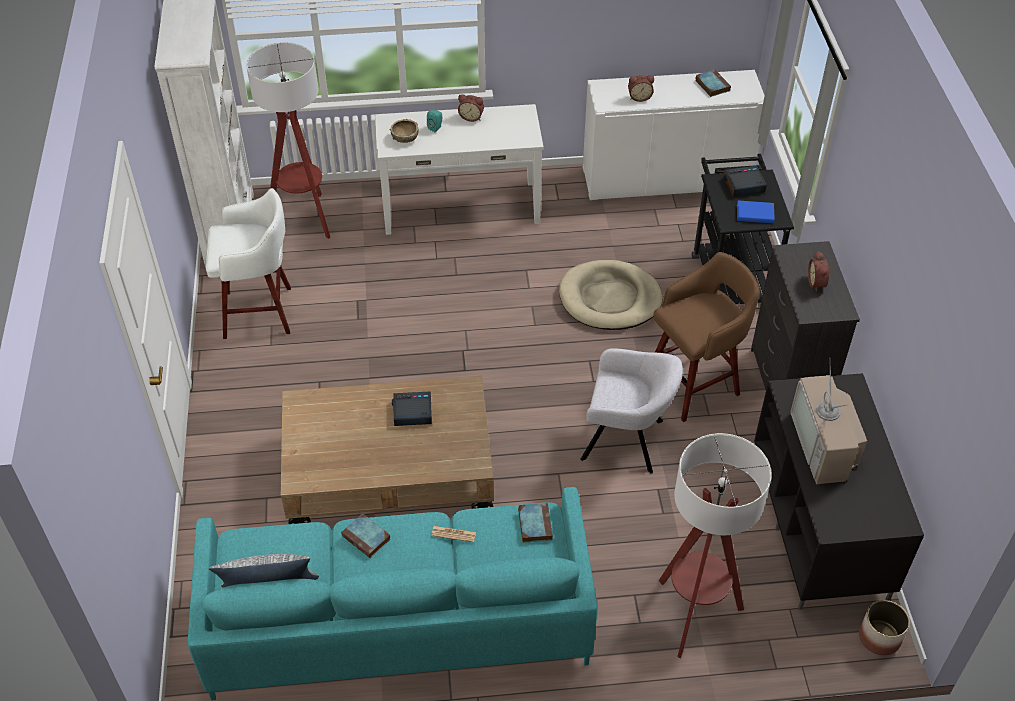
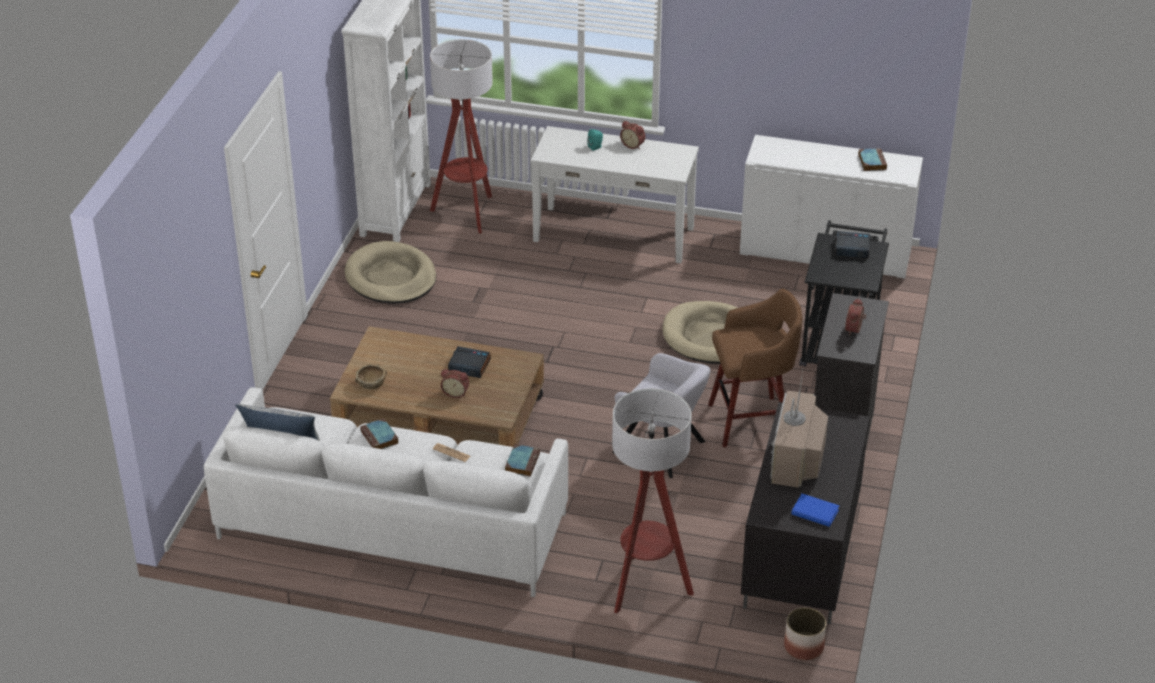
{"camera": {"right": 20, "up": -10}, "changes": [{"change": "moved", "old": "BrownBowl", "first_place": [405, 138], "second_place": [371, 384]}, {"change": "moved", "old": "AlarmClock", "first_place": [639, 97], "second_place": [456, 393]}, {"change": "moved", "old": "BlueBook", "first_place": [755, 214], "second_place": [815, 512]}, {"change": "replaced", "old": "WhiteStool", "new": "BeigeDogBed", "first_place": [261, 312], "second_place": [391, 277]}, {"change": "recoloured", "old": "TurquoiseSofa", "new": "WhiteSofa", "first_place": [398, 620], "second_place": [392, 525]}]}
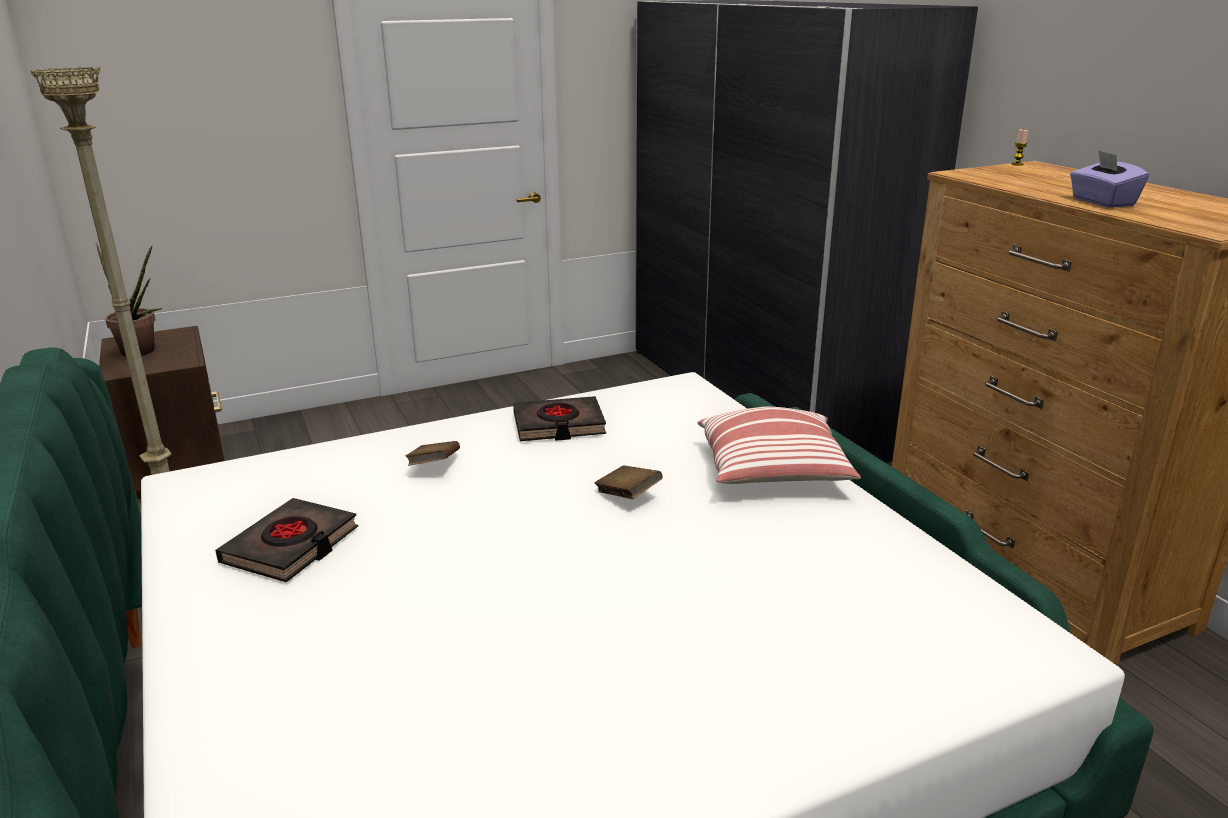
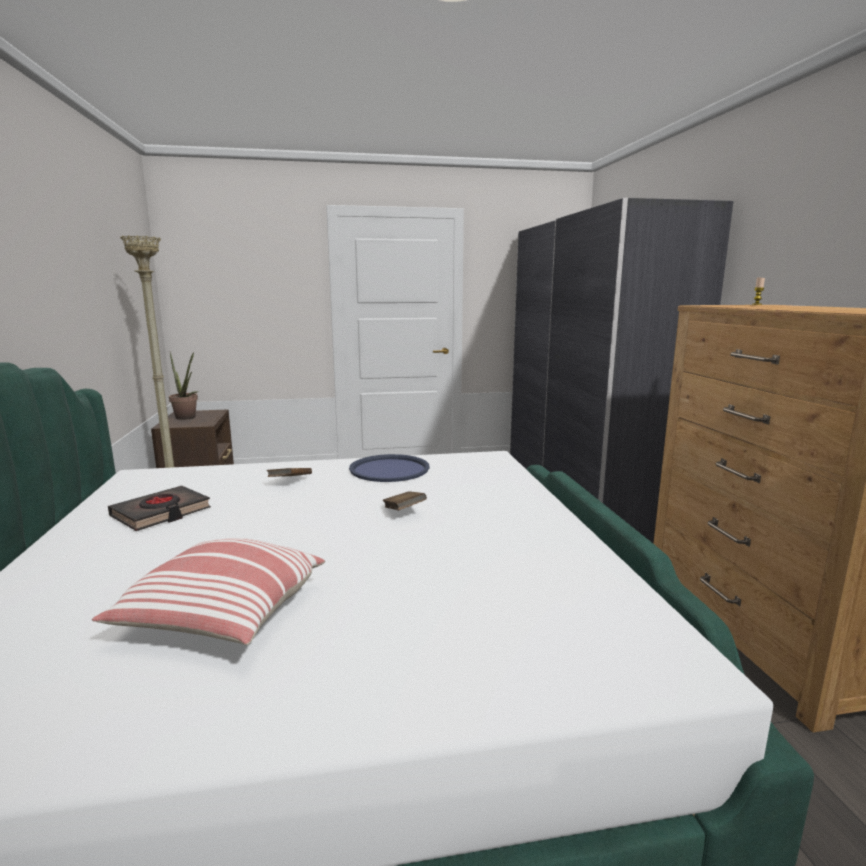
{"camera": {"right": 15, "up": -10}, "changes": [{"change": "removed", "old": "PurpleTissueBox", "first_place": [1102, 202]}, {"change": "moved", "old": "Pillow", "first_place": [774, 472], "second_place": [222, 615]}, {"change": "replaced", "old": "BlackBook", "new": "BlueTray", "first_place": [558, 425], "second_place": [389, 469]}]}
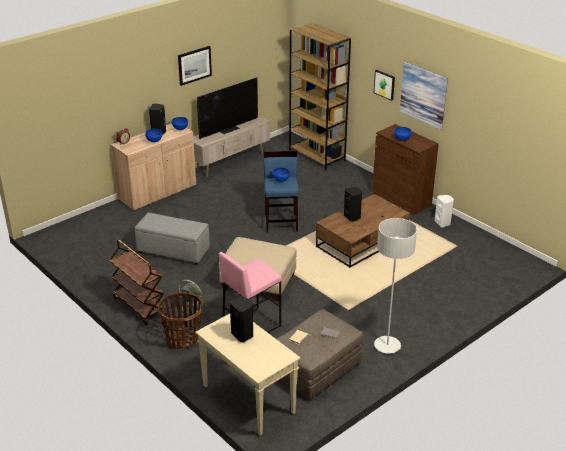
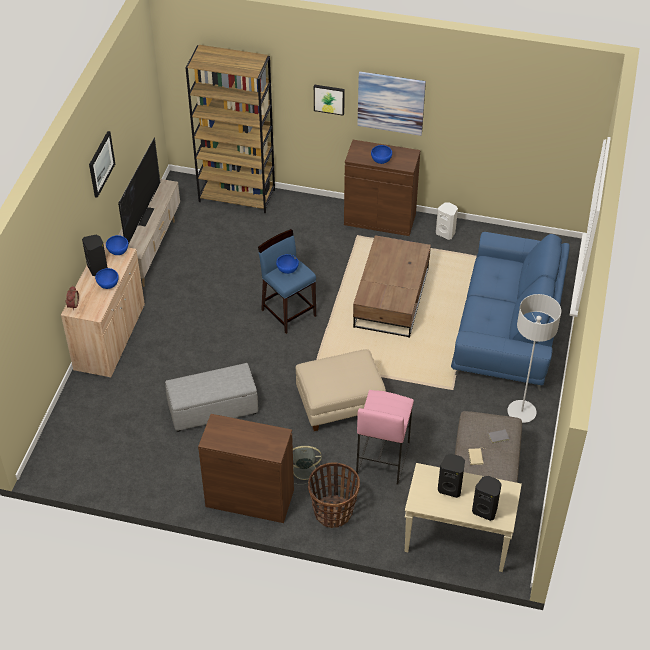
{"camera": {"right": -35, "up": 15}, "changes": [{"change": "added", "new": "BlueSofa", "second_place": [508, 328]}, {"change": "moved", "old": "BlackSpeaker", "first_place": [352, 217], "second_place": [485, 510]}, {"change": "replaced", "old": "BrownCart", "new": "BrownCabinet", "first_place": [139, 306], "second_place": [249, 498]}]}
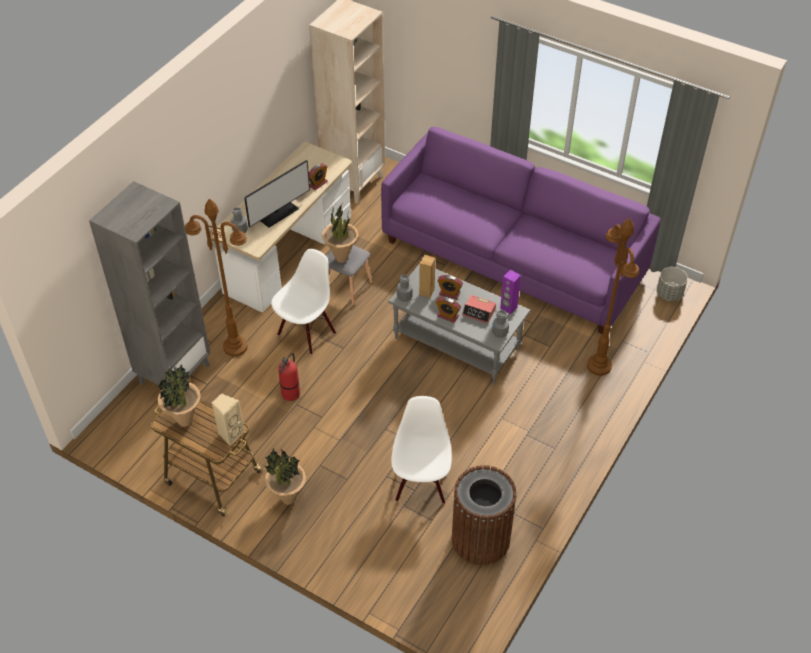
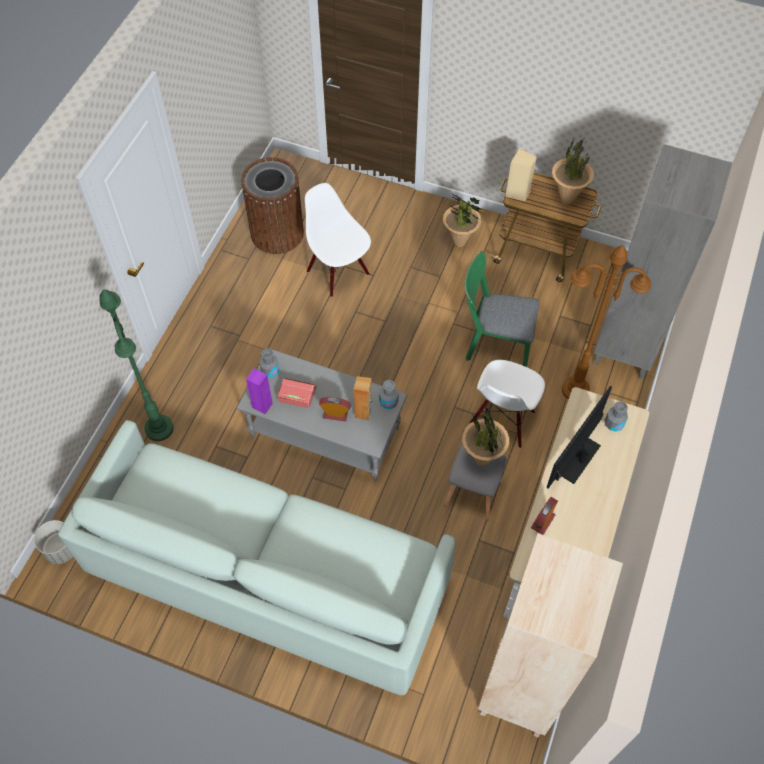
{"camera": {"right": 170, "up": 10}, "changes": [{"change": "removed", "old": "AlarmClock", "first_place": [447, 316]}, {"change": "replaced", "old": "FireExtinguisher", "new": "GreenChair", "first_place": [291, 394], "second_place": [493, 343]}, {"change": "recoloured", "old": "PurpleSofa", "new": "WhiteSofa", "first_place": [513, 258], "second_place": [267, 577]}, {"change": "recoloured", "old": "BrownFloorLamp", "new": "GreenFloorLamp", "first_place": [599, 366], "second_place": [159, 428]}, {"change": "turned", "old": "WhiteChair", "first_place": [421, 484], "second_place": [338, 272], "degrees": 150}]}
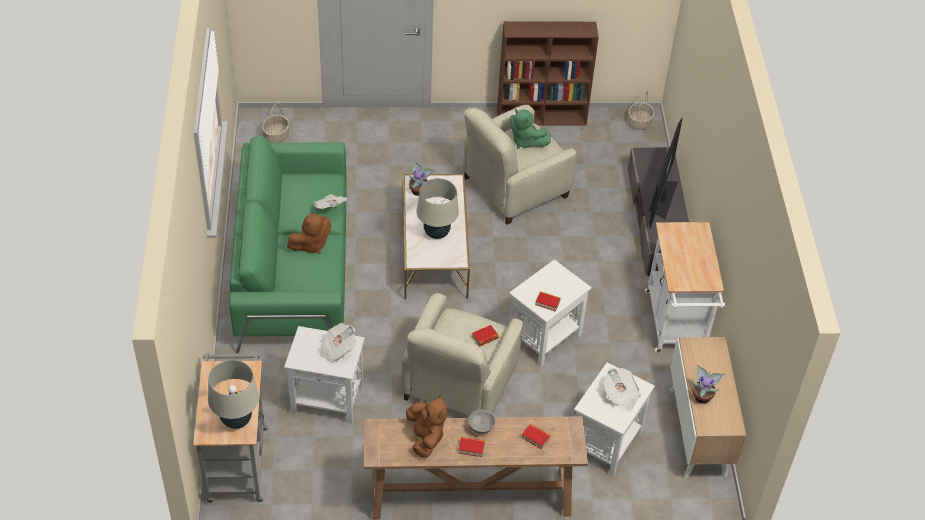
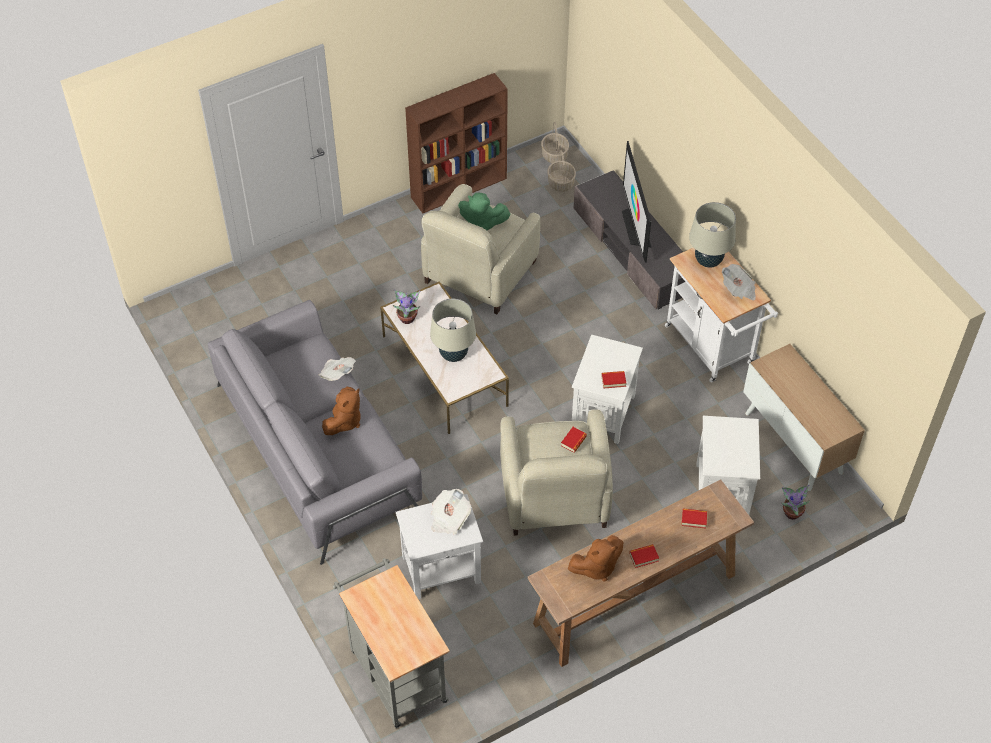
{"camera": {"right": -25, "up": 5}, "changes": [{"change": "removed", "old": "GreyBowl", "first_place": [480, 427]}, {"change": "moved", "old": "BeigeTableLamp", "first_place": [236, 420], "second_place": [708, 261]}, {"change": "moved", "old": "Basket", "first_place": [276, 136], "second_place": [561, 183]}, {"change": "moved", "old": "Newspaper", "first_place": [621, 395], "second_place": [738, 290]}, {"change": "moved", "old": "PottedPlant", "first_place": [702, 396], "second_place": [792, 512]}, {"change": "recoloured", "old": "GreenSofa", "new": "GreySofa", "first_place": [293, 266], "second_place": [317, 448]}, {"change": "turned", "old": "BrownPlushToy", "first_place": [425, 437], "second_place": [596, 567], "degrees": 105}]}
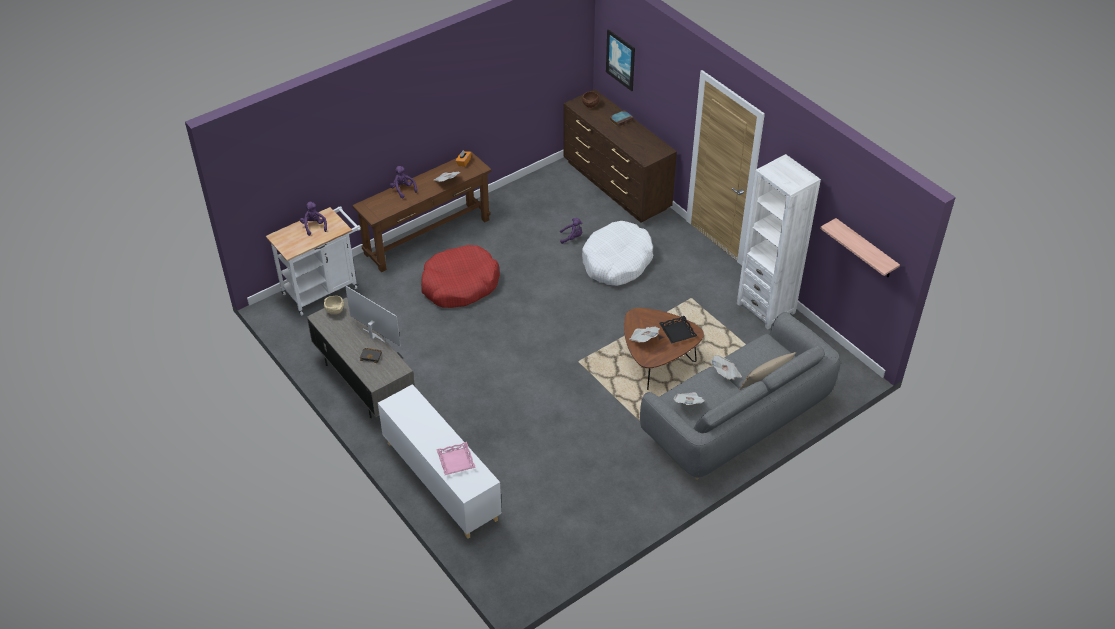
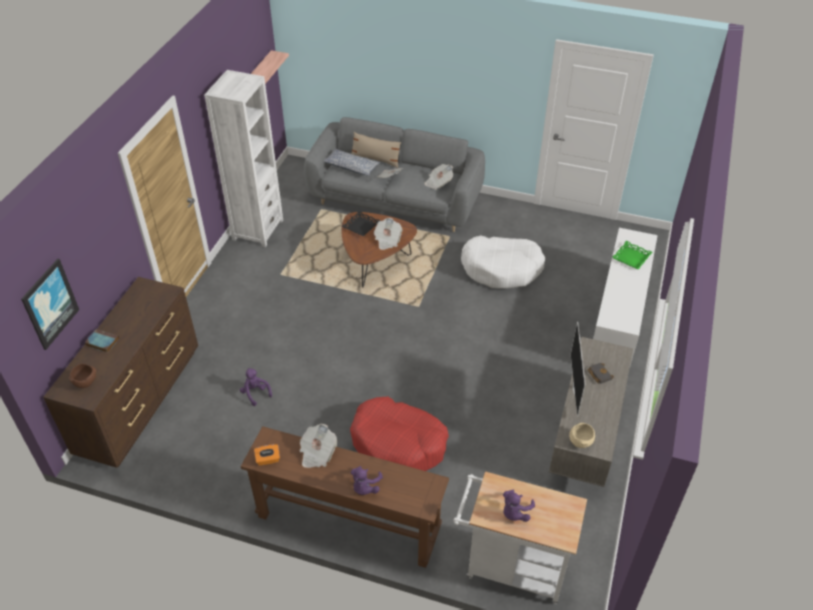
{"camera": {"right": -125, "up": 0}, "changes": [{"change": "added", "new": "Pillow", "second_place": [351, 166]}, {"change": "moved", "old": "WhiteDogBed", "first_place": [617, 262], "second_place": [502, 268]}, {"change": "recoloured", "old": "PinkTray", "new": "GreenTray", "first_place": [455, 461], "second_place": [631, 258]}]}
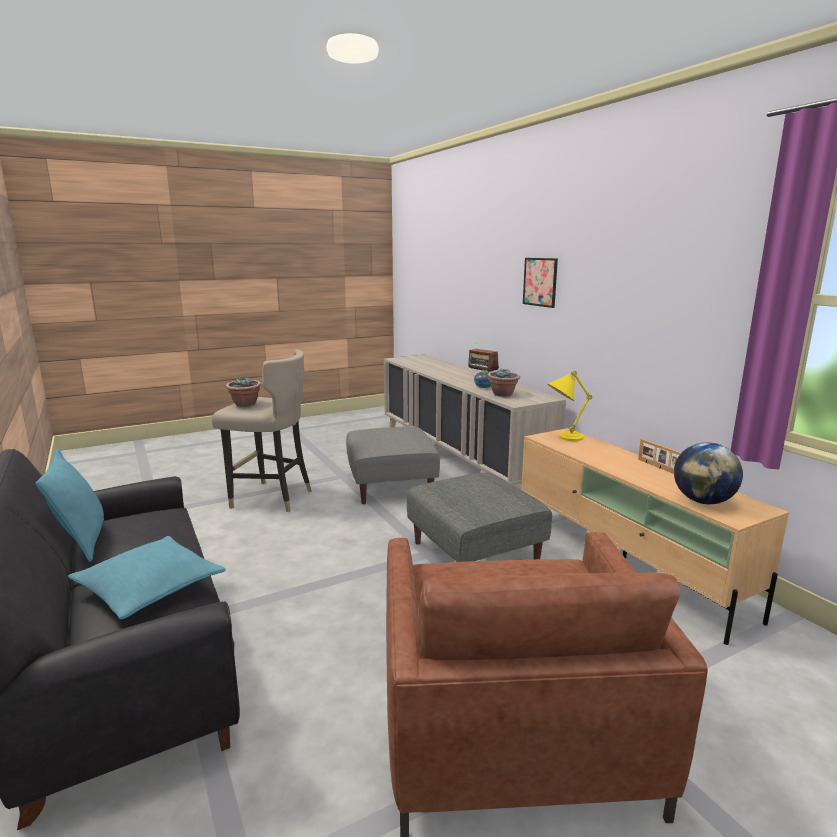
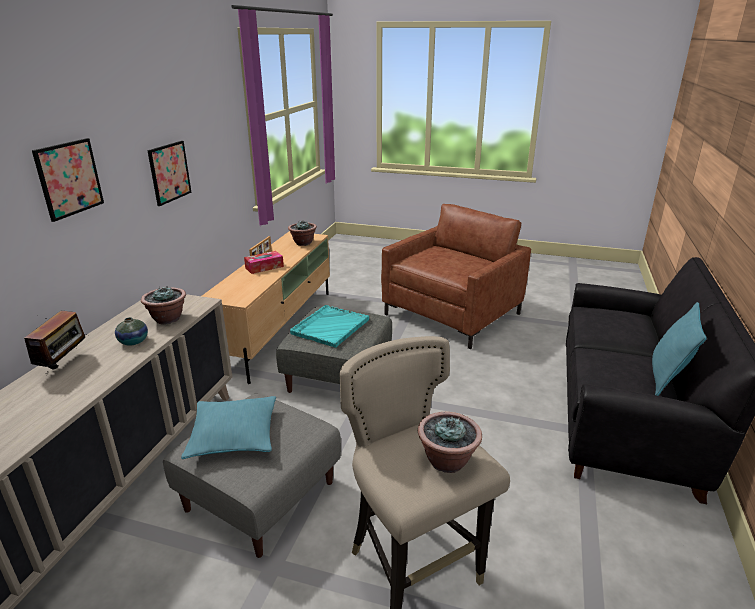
{"camera": {"right": -135, "up": 10}, "changes": [{"change": "removed", "old": "YellowTableLamp", "first_place": [562, 438]}, {"change": "added", "new": "Picture", "second_place": [169, 172]}, {"change": "added", "new": "TissueBox", "second_place": [264, 267]}, {"change": "added", "new": "TurquoiseTray", "second_place": [330, 327]}, {"change": "moved", "old": "TurquoisePillow", "first_place": [150, 588], "second_place": [233, 435]}, {"change": "replaced", "old": "Globe", "new": "PottedPlant", "first_place": [703, 501], "second_place": [303, 243]}]}
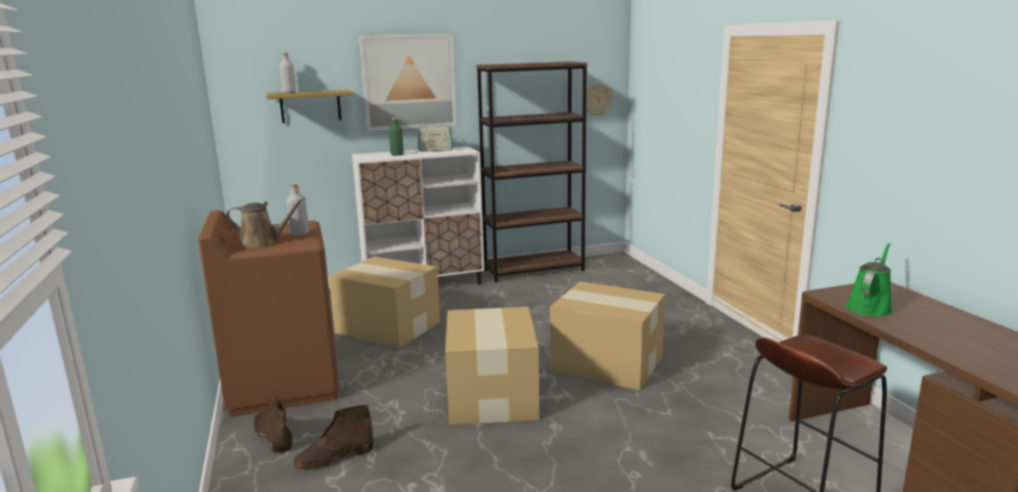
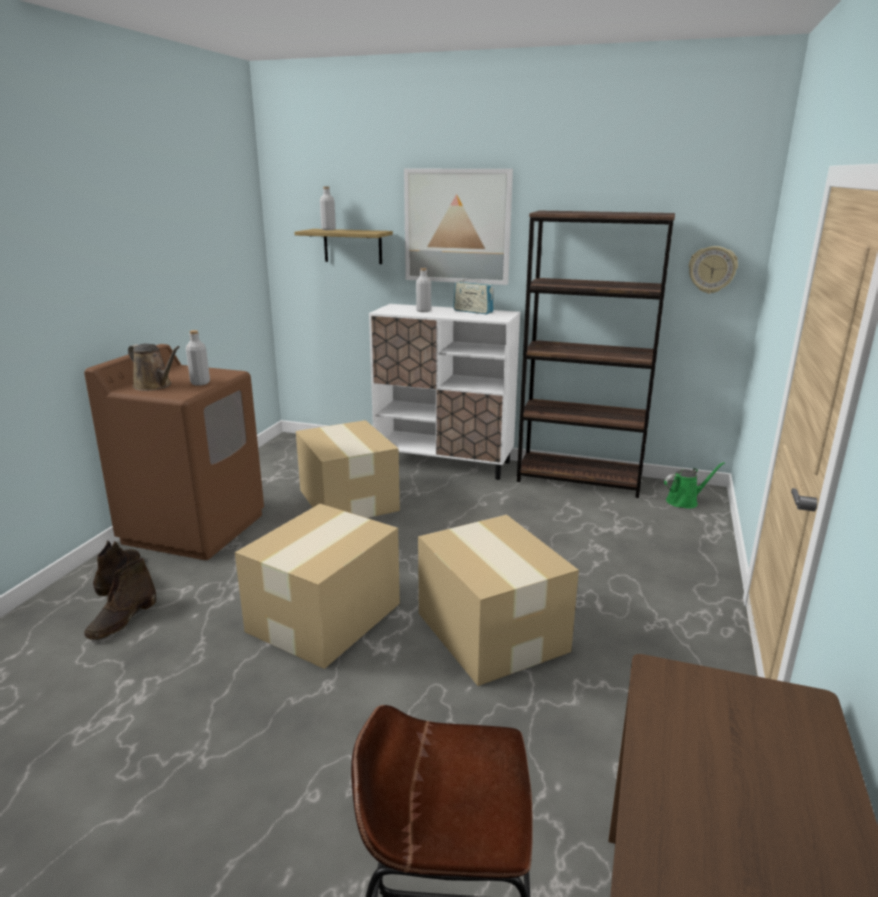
{"camera": {"right": 35, "up": 5}, "changes": [{"change": "moved", "old": "GreenWateringCan", "first_place": [869, 307], "second_place": [684, 501]}, {"change": "recoloured", "old": "GreenBottle", "new": "GreyBottle", "first_place": [397, 154], "second_place": [423, 311]}, {"change": "turned", "old": "BrownBoot", "first_place": [334, 457], "second_place": [122, 620], "degrees": -75}]}
